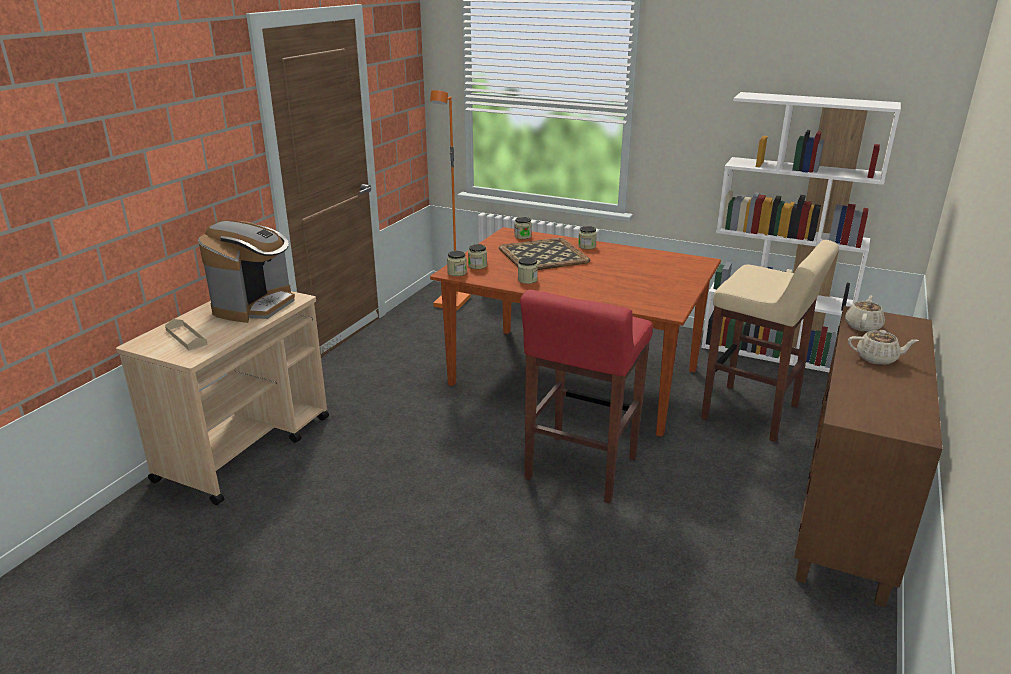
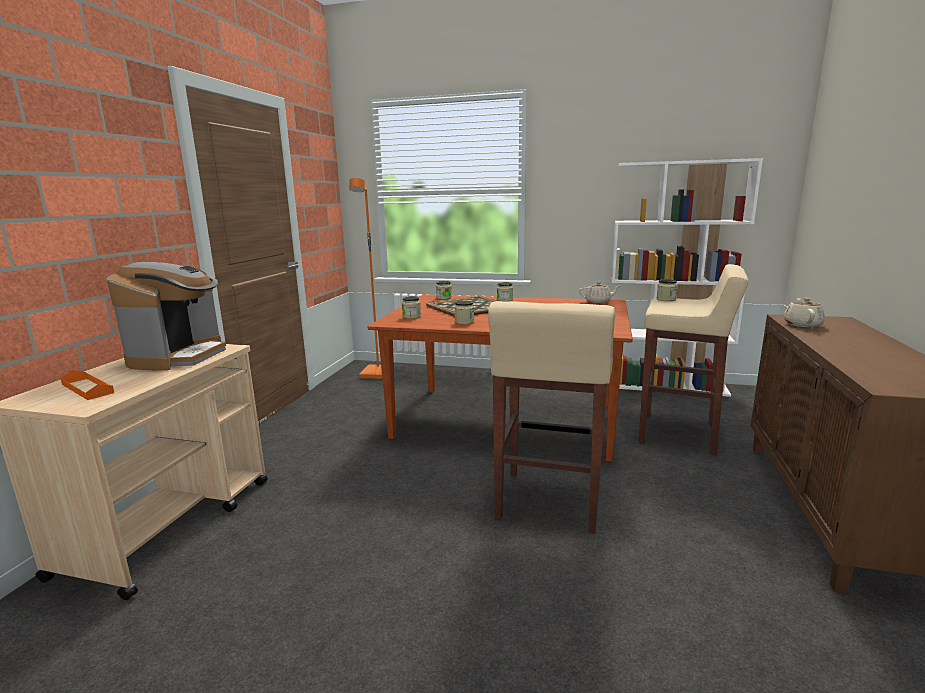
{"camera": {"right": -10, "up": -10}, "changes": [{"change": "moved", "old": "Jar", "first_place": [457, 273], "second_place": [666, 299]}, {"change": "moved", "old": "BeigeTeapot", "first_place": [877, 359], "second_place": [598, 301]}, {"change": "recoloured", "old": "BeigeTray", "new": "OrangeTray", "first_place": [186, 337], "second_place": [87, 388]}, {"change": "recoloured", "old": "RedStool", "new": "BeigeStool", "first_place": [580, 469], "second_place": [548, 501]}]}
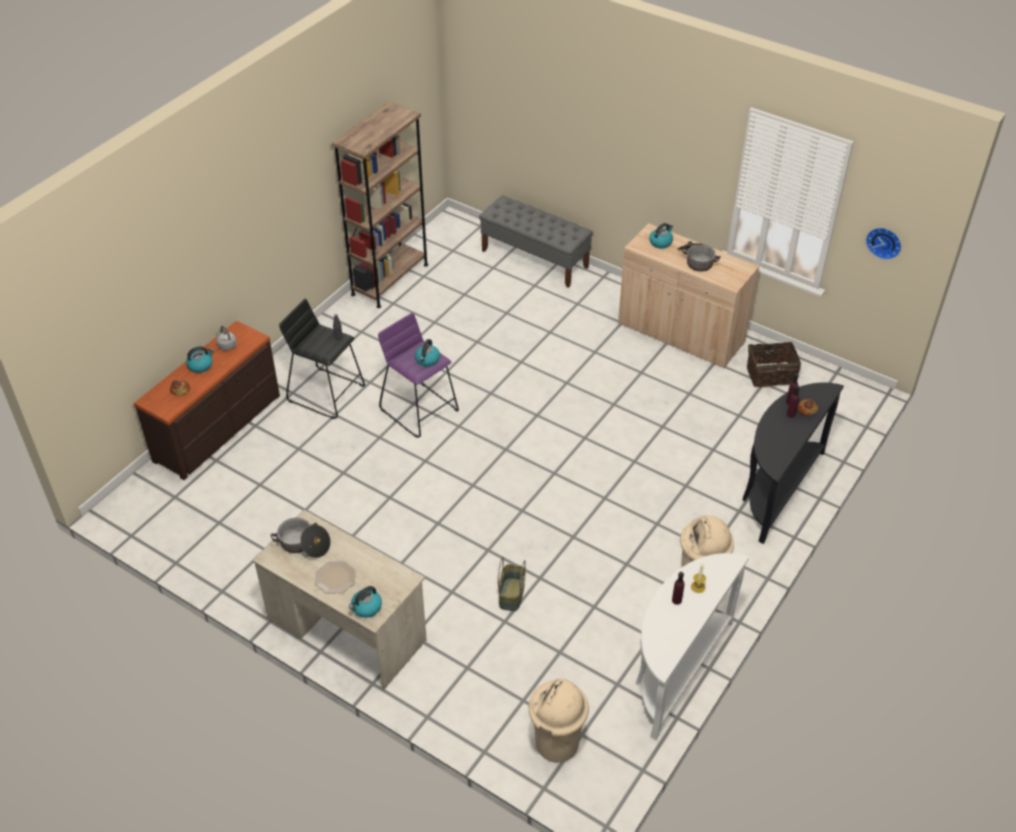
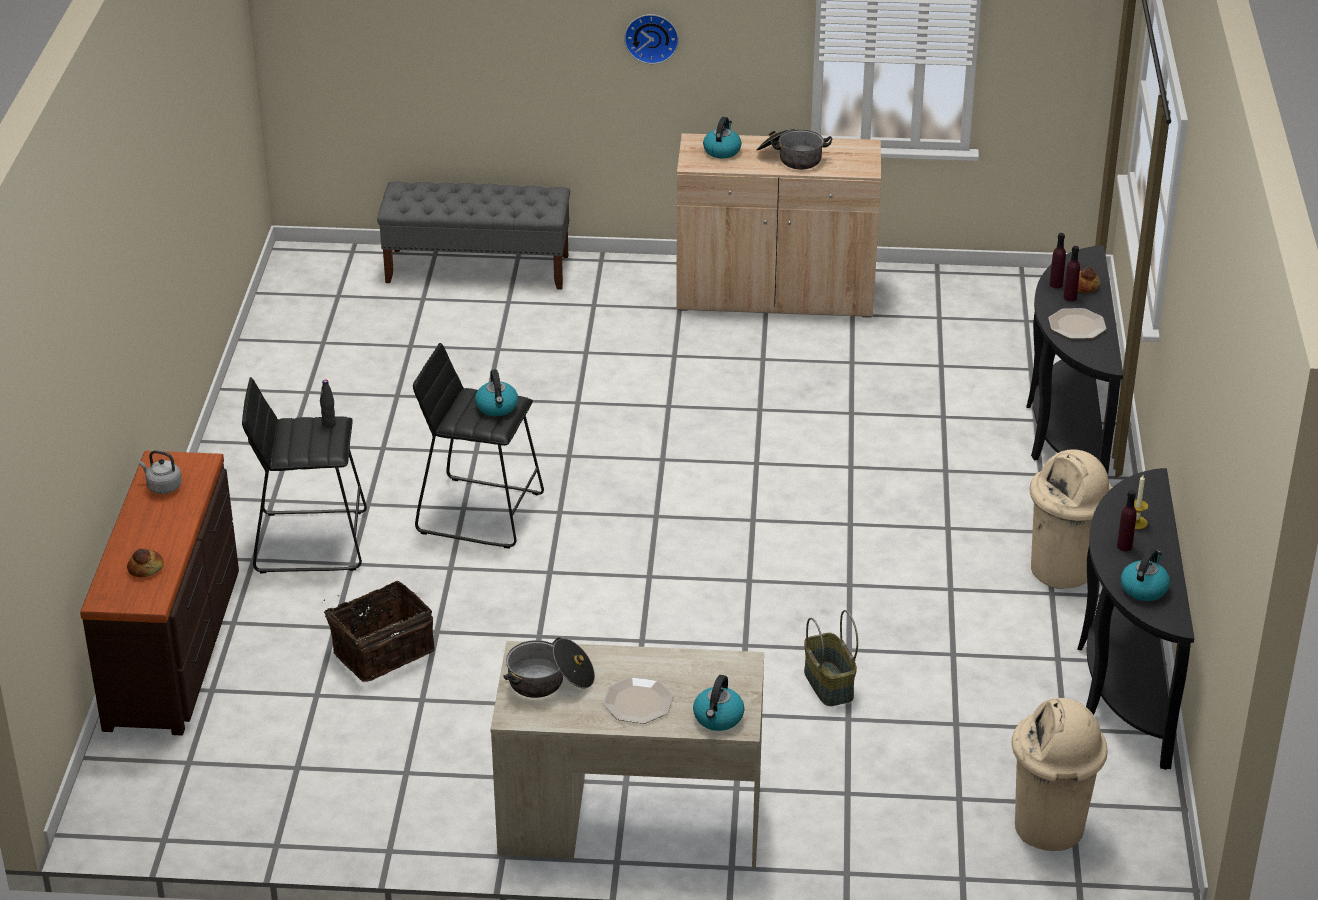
{"camera": {"right": -30, "up": -10}, "changes": [{"change": "removed", "old": "BrownBookcase", "first_place": [390, 279]}, {"change": "added", "new": "Plate", "second_place": [1077, 325]}, {"change": "moved", "old": "Kettle", "first_place": [200, 365], "second_place": [1144, 588]}, {"change": "moved", "old": "Basket", "first_place": [770, 374], "second_place": [381, 651]}, {"change": "moved", "old": "WallClock", "first_place": [884, 242], "second_place": [651, 37]}, {"change": "recoloured", "old": "PurpleStool", "new": "BlackStool", "first_place": [420, 409], "second_place": [480, 512]}, {"change": "recoloured", "old": "WhiteConsoleTable", "new": "BlackConsoleTable", "first_place": [675, 669], "second_place": [1122, 682]}]}
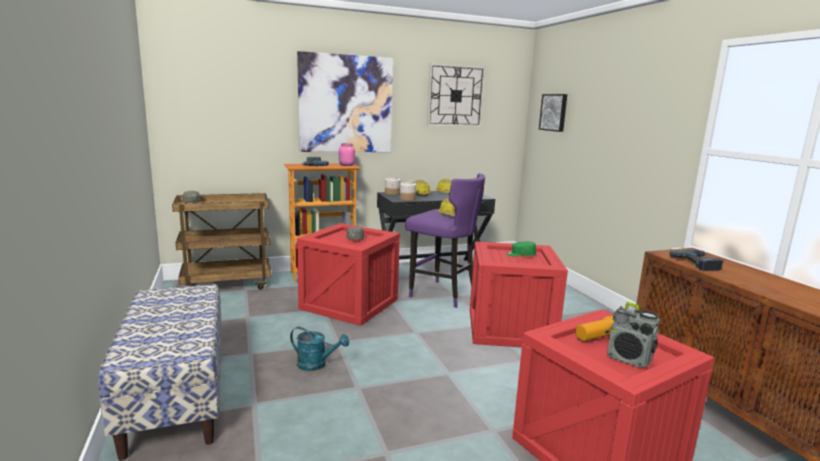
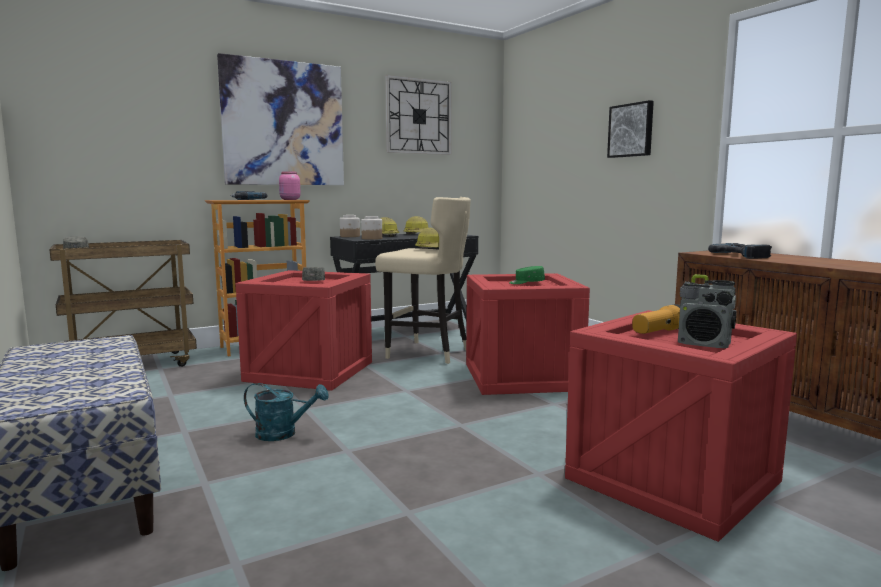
{"camera": {"right": -10, "up": -5}, "changes": [{"change": "moved", "old": "Picture", "first_place": [554, 112], "second_place": [631, 130]}, {"change": "recoloured", "old": "PurpleStool", "new": "BeigeStool", "first_place": [442, 294], "second_place": [427, 353]}]}
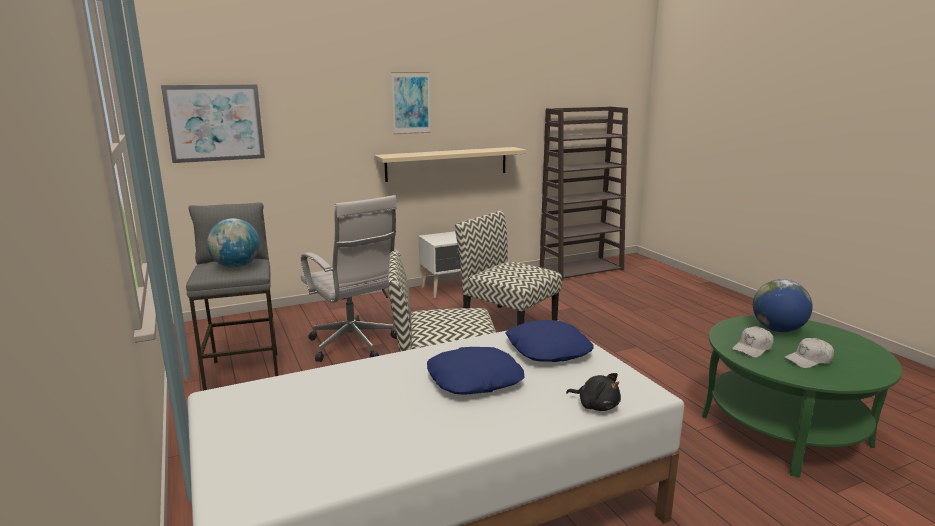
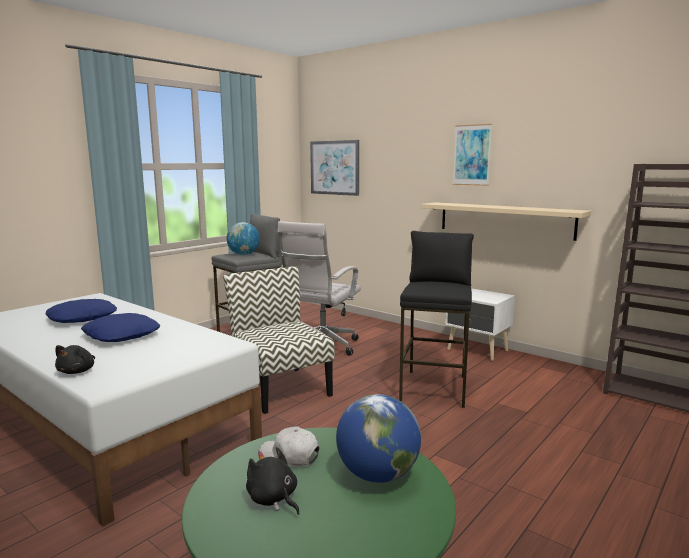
{"camera": {"right": 65, "up": -5}, "changes": [{"change": "moved", "old": "BluePillow", "first_place": [547, 349], "second_place": [82, 318]}, {"change": "replaced", "old": "Chair", "new": "BlackStool", "first_place": [507, 323], "second_place": [435, 388]}, {"change": "replaced", "old": "WhiteCap", "new": "BlackPlushToy", "first_place": [809, 360], "second_place": [273, 499]}]}
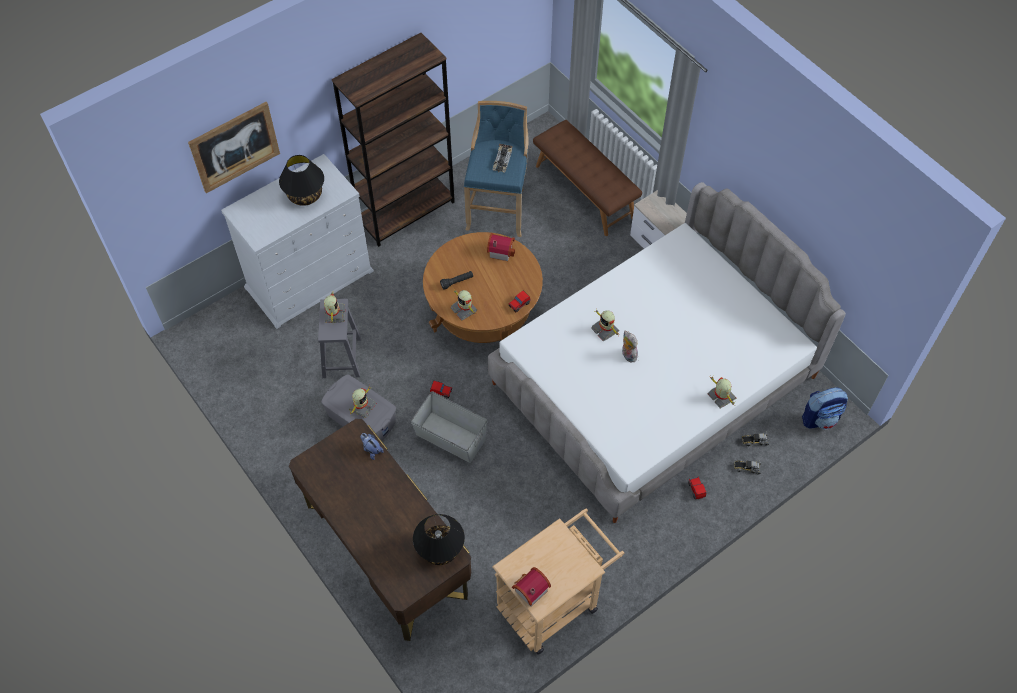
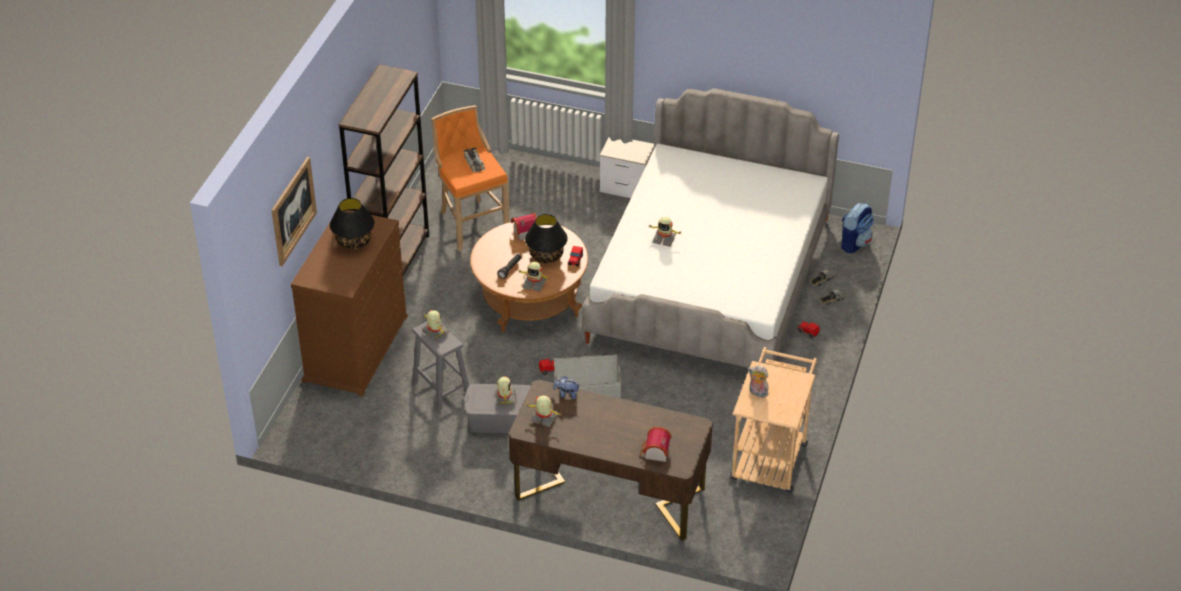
{"camera": {"right": -35, "up": -15}, "changes": [{"change": "removed", "old": "BrownBench", "first_place": [585, 191]}, {"change": "moved", "old": "BlackTableLamp", "first_place": [440, 549], "second_place": [546, 256]}, {"change": "moved", "old": "ToyHouse", "first_place": [529, 590], "second_place": [655, 453]}, {"change": "moved", "old": "PlushToy", "first_place": [627, 355], "second_place": [757, 393]}, {"change": "moved", "old": "ToyRobot", "first_place": [721, 397], "second_place": [544, 418]}, {"change": "recoloured", "old": "WhiteDresser", "new": "BrownDresser", "first_place": [310, 279], "second_place": [356, 348]}, {"change": "recoloured", "old": "BlueStool", "new": "OrangeStool", "first_place": [498, 208], "second_place": [471, 223]}]}
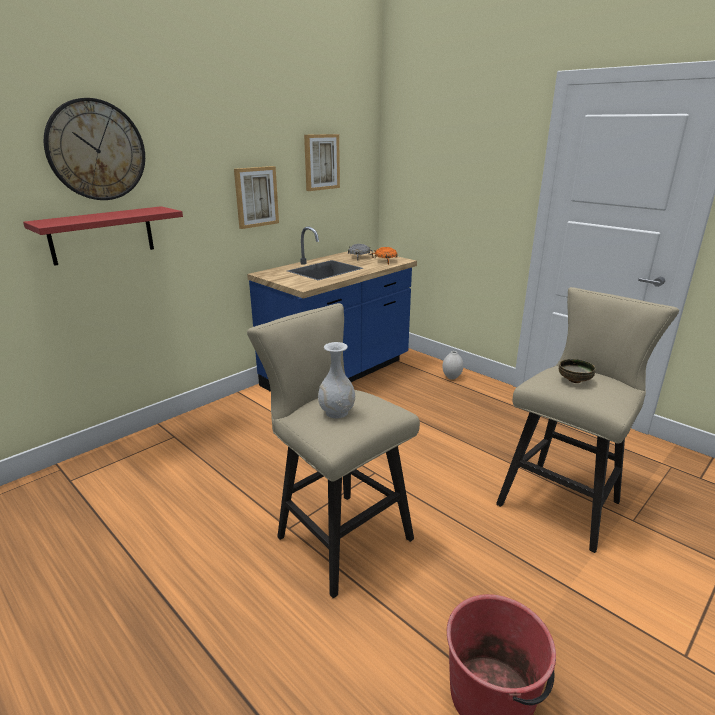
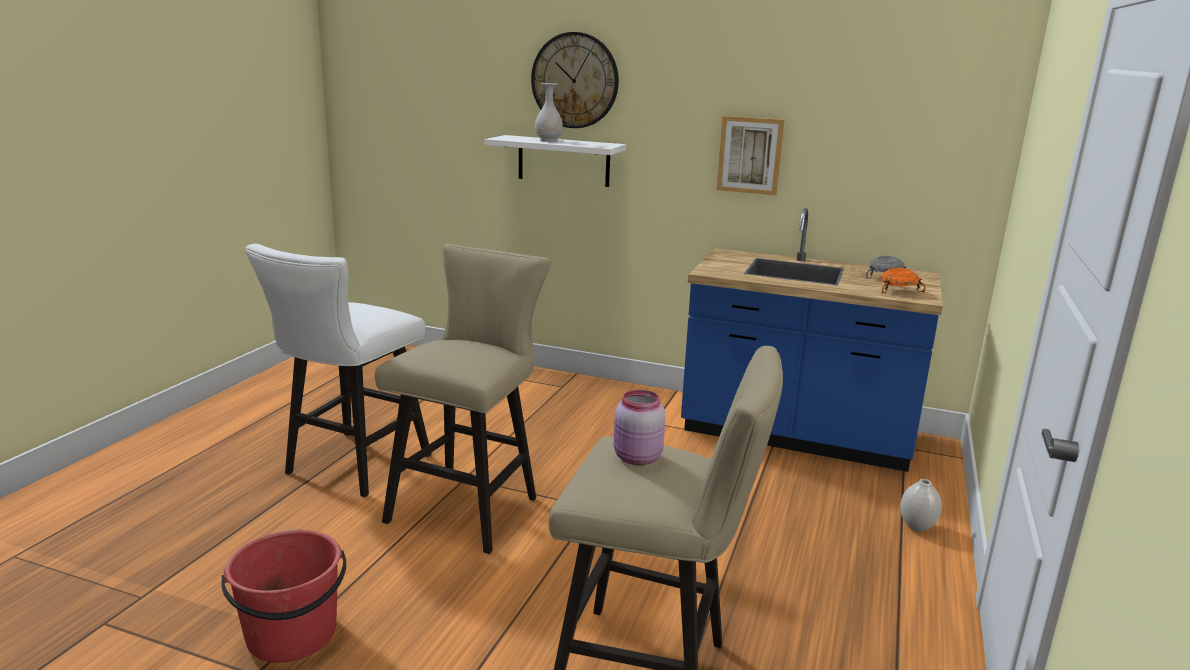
{"camera": {"right": 65, "up": -5}, "changes": [{"change": "removed", "old": "Picture", "first_place": [321, 162]}, {"change": "added", "new": "WhiteStool", "second_place": [351, 467]}, {"change": "moved", "old": "WhiteVase", "first_place": [337, 412], "second_place": [549, 140]}, {"change": "replaced", "old": "Bowl", "new": "PinkJar", "first_place": [574, 381], "second_place": [636, 458]}, {"change": "recoloured", "old": "RedShelf", "new": "WhiteShelf", "first_place": [102, 235], "second_place": [563, 161]}]}
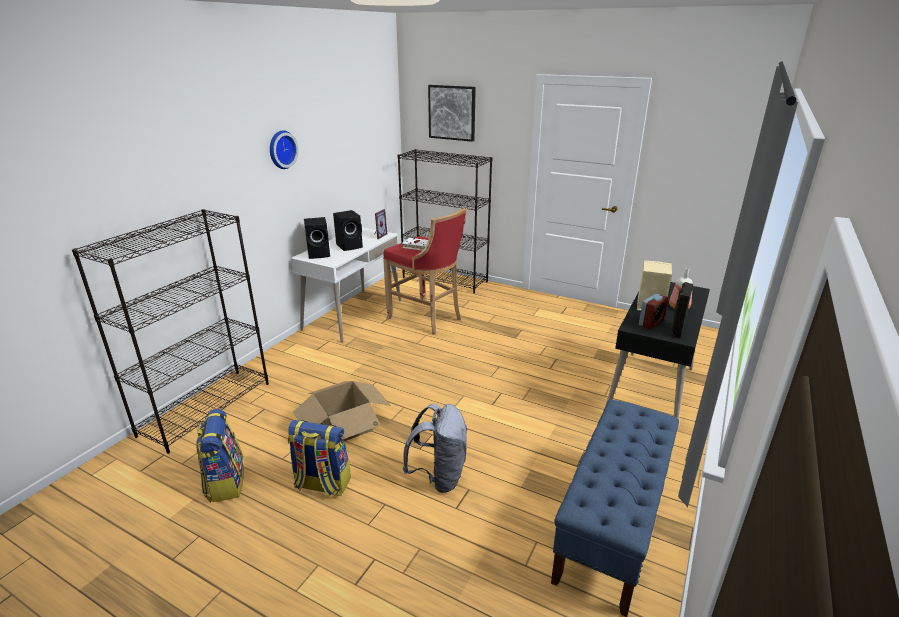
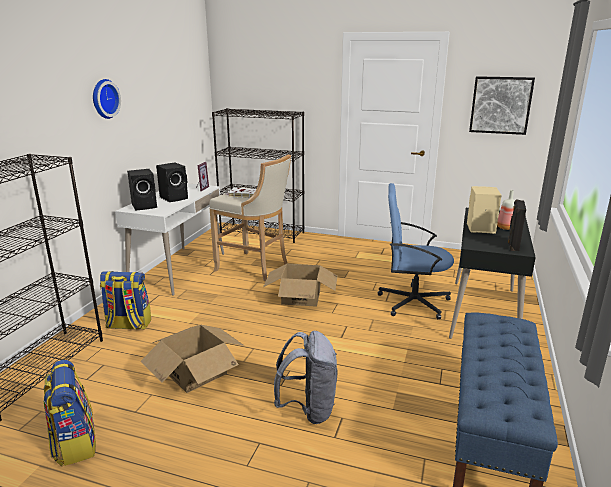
{"camera": {"right": -10, "up": -5}, "changes": [{"change": "removed", "old": "AlarmClock", "first_place": [650, 323]}, {"change": "added", "new": "CardboardBox", "second_place": [301, 297]}, {"change": "added", "new": "BlueOfficeChair", "second_place": [412, 302]}, {"change": "moved", "old": "Backpack", "first_place": [322, 484], "second_place": [128, 325]}, {"change": "moved", "old": "Picture", "first_place": [452, 112], "second_place": [500, 105]}, {"change": "recoloured", "old": "RedStool", "new": "BeigeStool", "first_place": [427, 319], "second_place": [255, 268]}]}
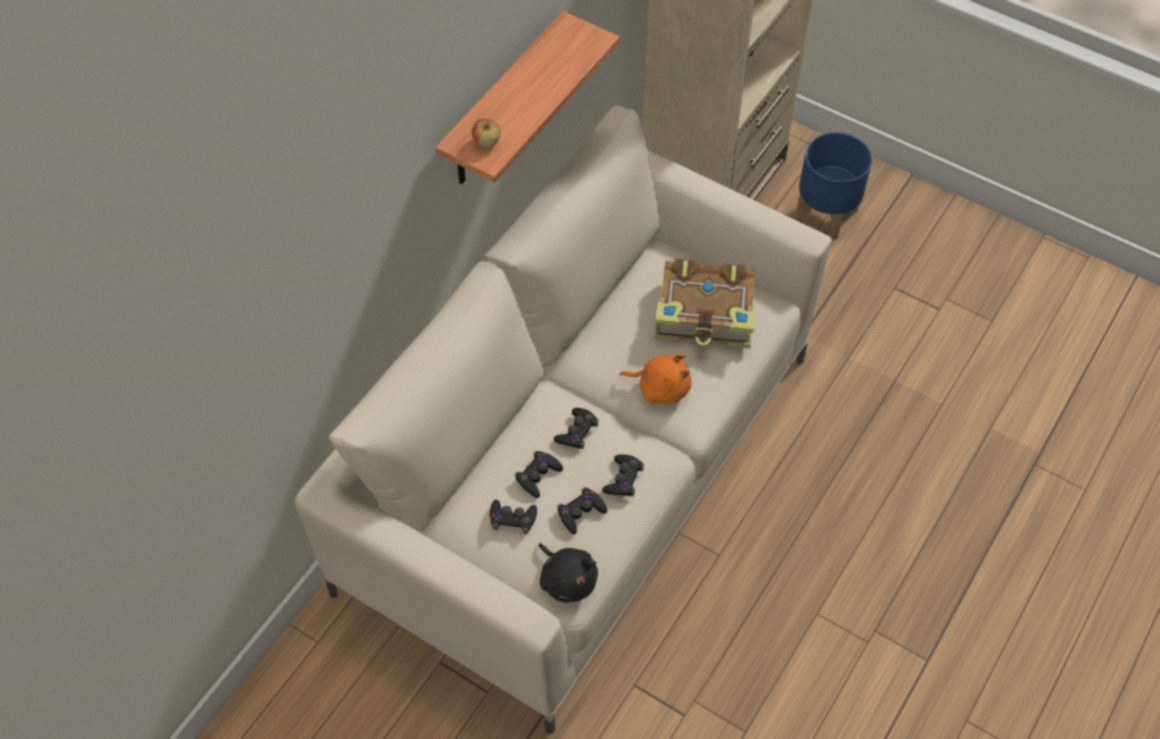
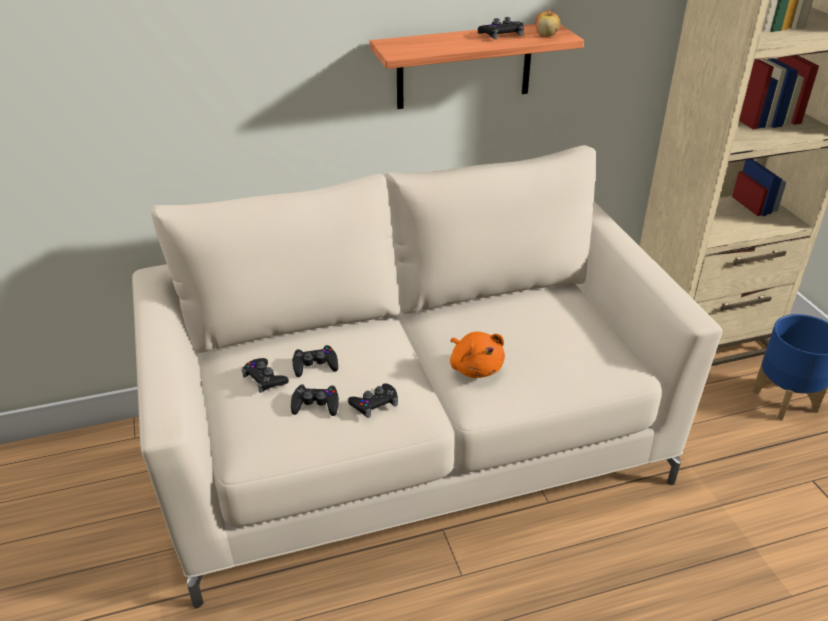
{"camera": {"right": 40, "up": -20}, "changes": [{"change": "removed", "old": "BlackPlushToy", "first_place": [567, 579]}, {"change": "removed", "old": "Book", "first_place": [706, 315]}, {"change": "moved", "old": "Apple", "first_place": [487, 142], "second_place": [546, 35]}, {"change": "moved", "old": "BlackGameController", "first_place": [577, 431], "second_place": [501, 35]}]}
